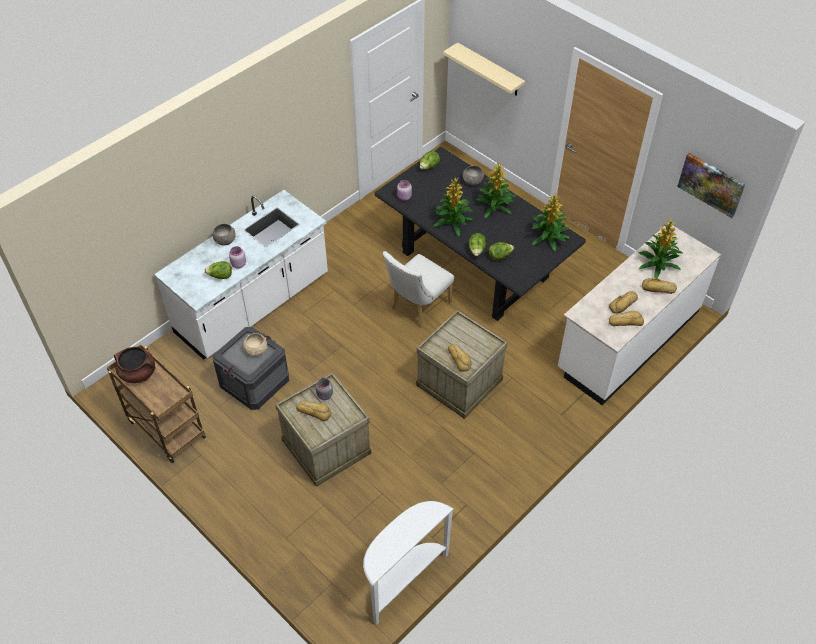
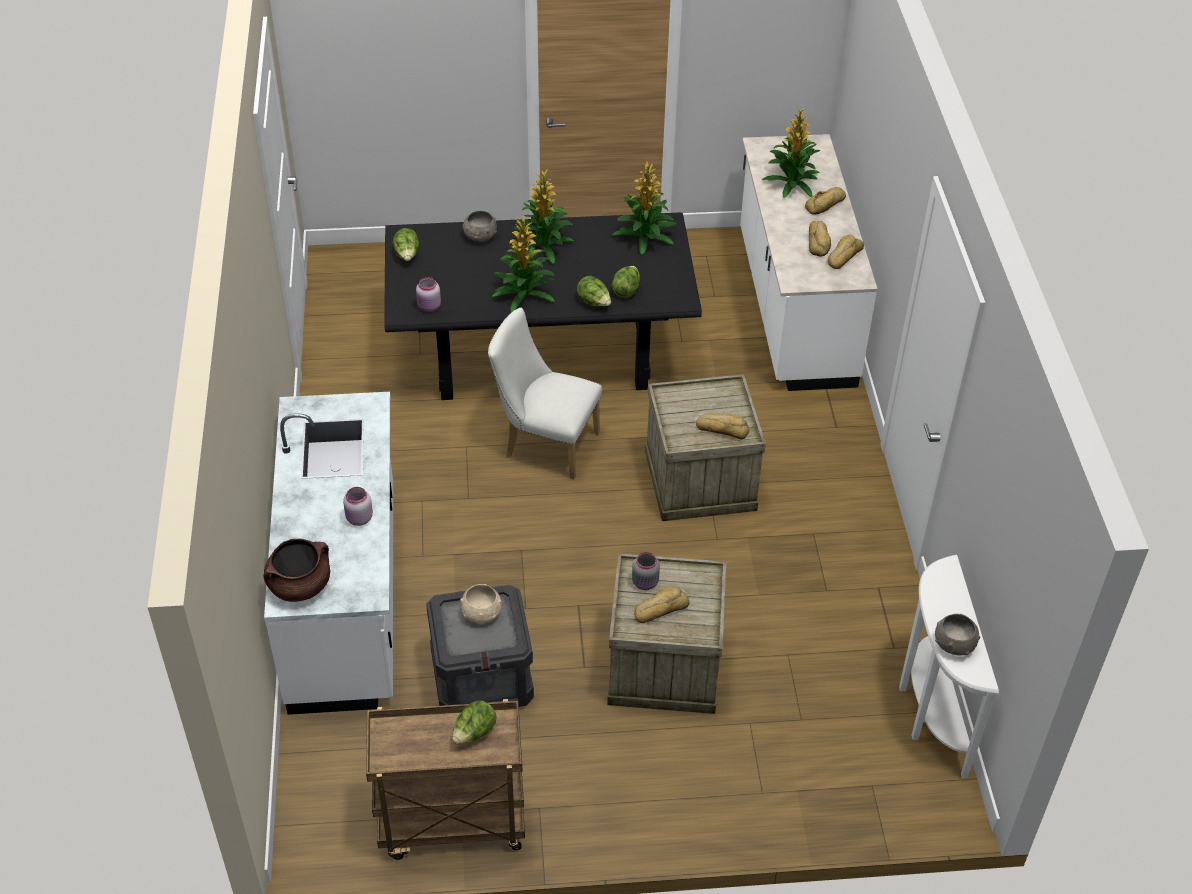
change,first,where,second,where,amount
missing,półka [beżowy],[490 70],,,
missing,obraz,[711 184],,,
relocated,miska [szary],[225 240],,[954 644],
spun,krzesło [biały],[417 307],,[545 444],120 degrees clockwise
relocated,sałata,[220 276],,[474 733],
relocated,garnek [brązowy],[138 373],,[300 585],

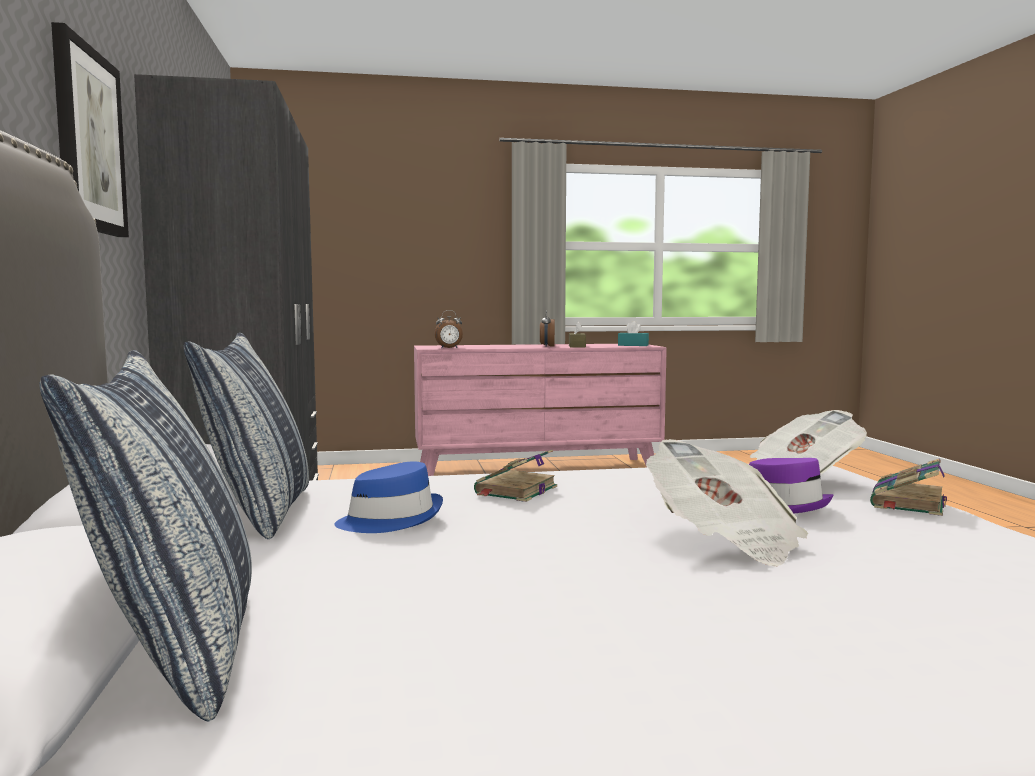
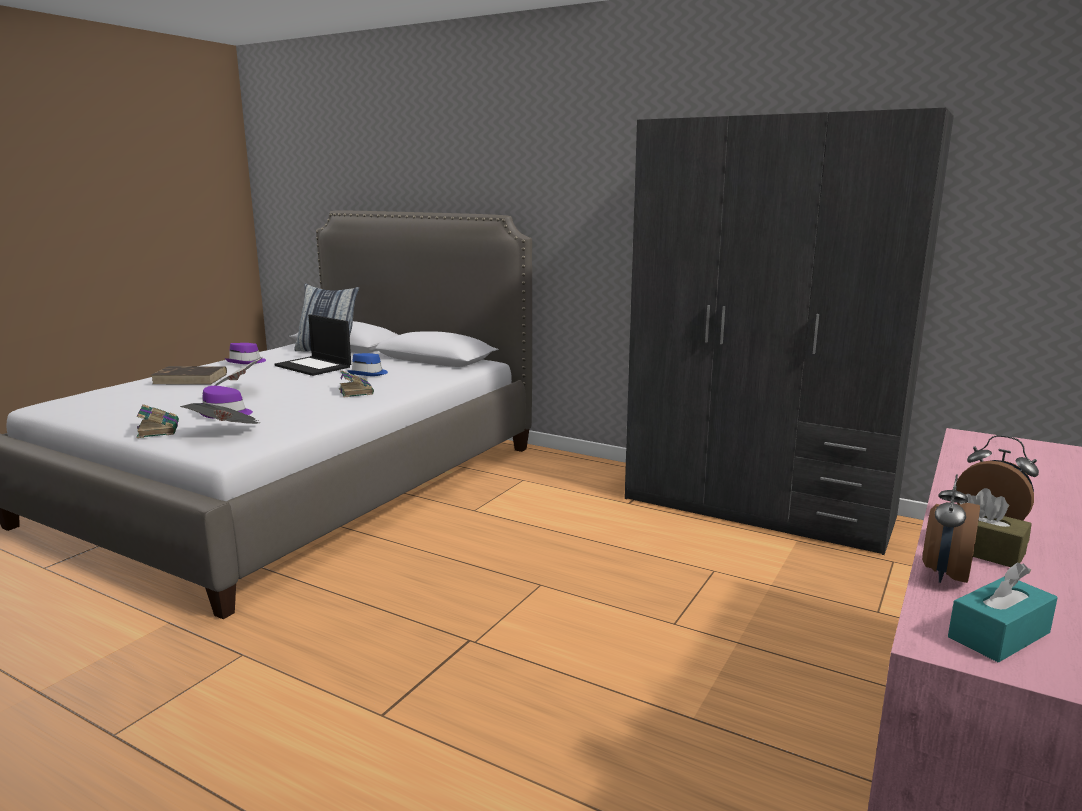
change,first,where,second,where,amount
missing,obraz,[88 141],,,
relocated,budzik,[449 348],,[944 574],
missing,poduszka,[260 513],,,
appeared,,,laptop,[314 366],
appeared,,,kapelusz [fioletowy],[246 362],
appeared,,,książka [brązowy],[191 379],

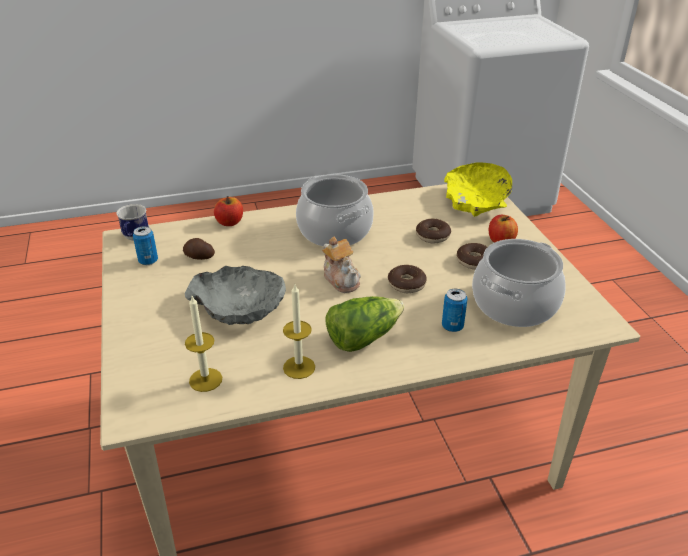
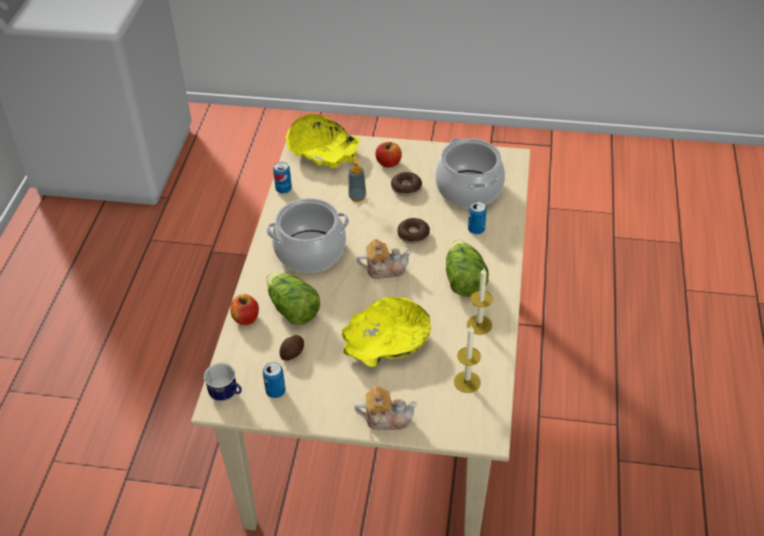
change,first,where,second,where,amount
exchanged,donut,[432 236],dozownik mydła,[357 196],
colour,miska [szary],[239 307],miska [żółty],[386 342],
appeared,,,puszka,[283 189],
appeared,,,sałata,[292 309],
appeared,,,imbryk,[386 418],

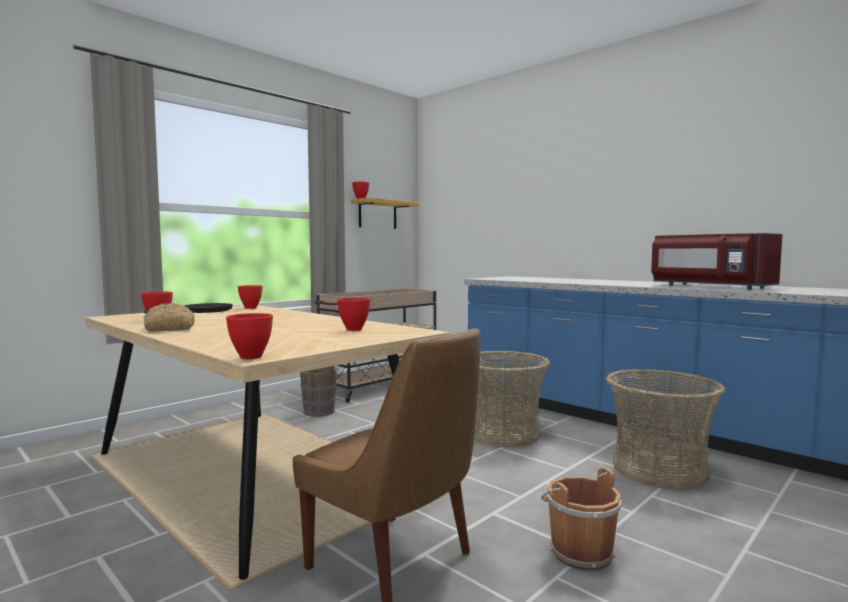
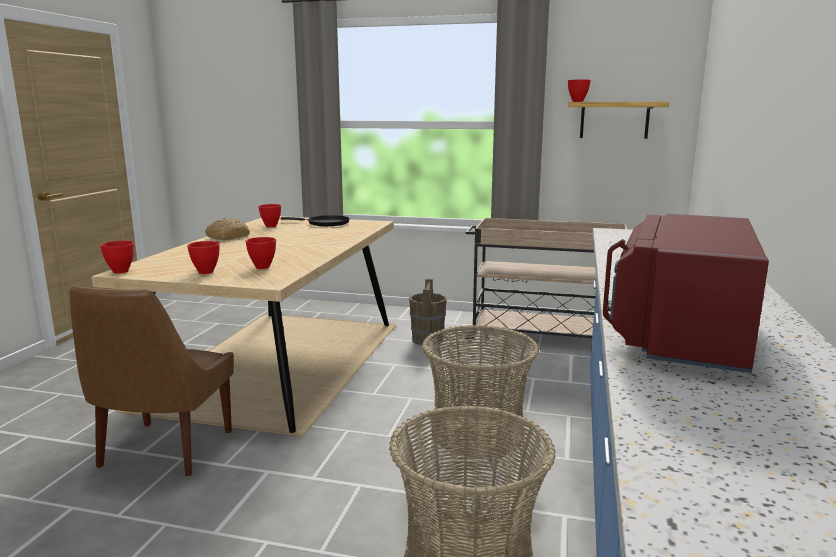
change,first,where,second,where,amount
relocated,miska [czerwony],[250 308],,[205 272],
missing,wiadro [brązowy],[578 552],,,

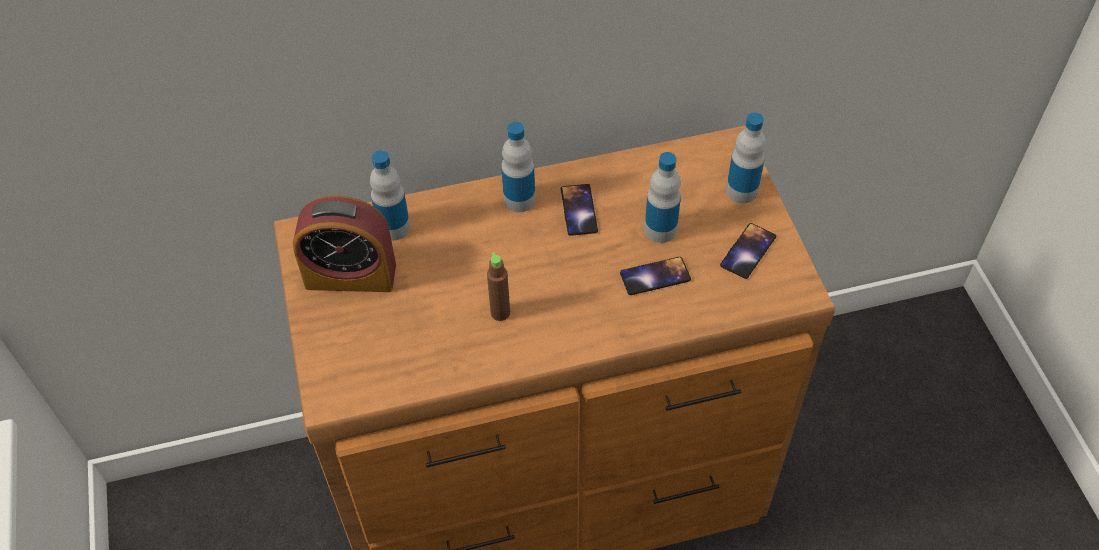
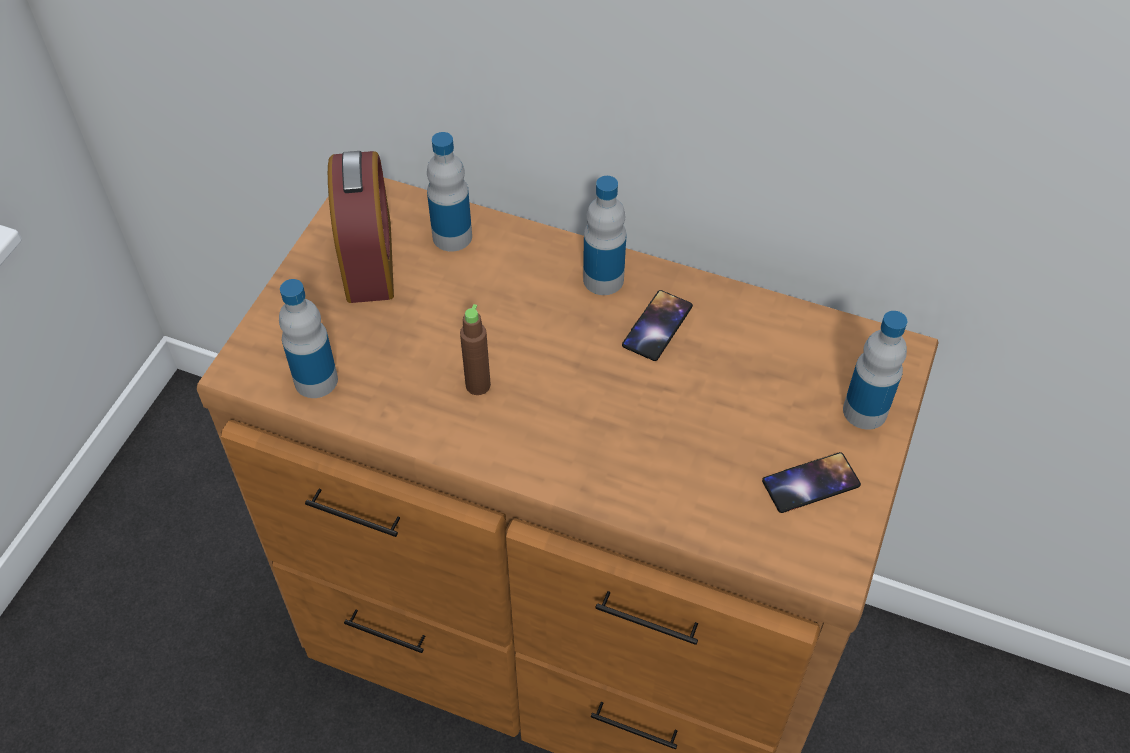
change,first,where,second,where,amount
relocated,butelka,[660 230],,[316 380],
spun,budzik,[350 275],,[369 260],135 degrees counterclockwise
missing,telefon,[655 276],,,

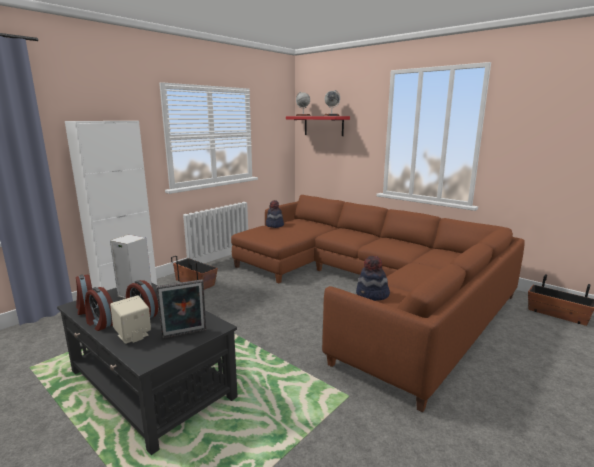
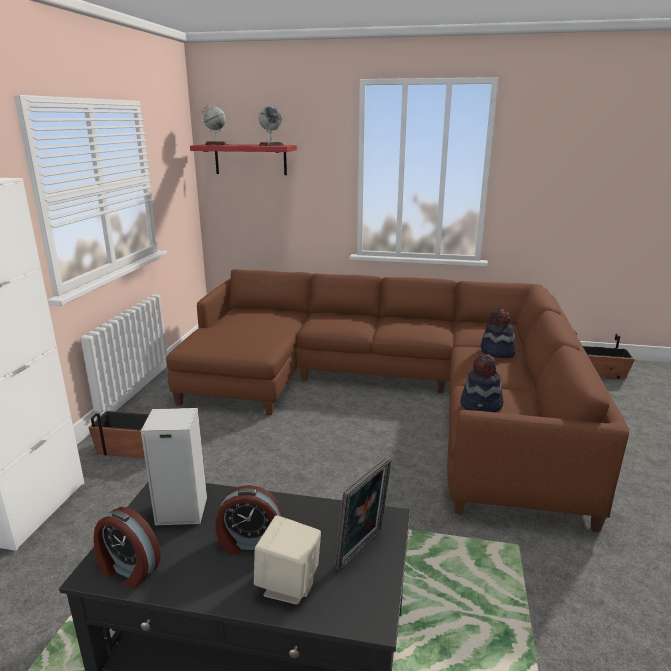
change,first,where,second,where,amount
relocated,kapelusz,[274 225],,[497 352],
missing,budzik,[100 323],,,

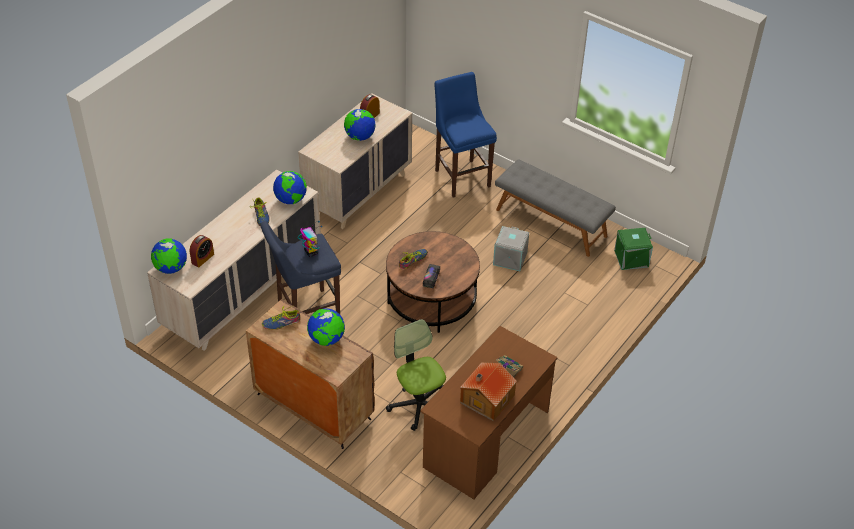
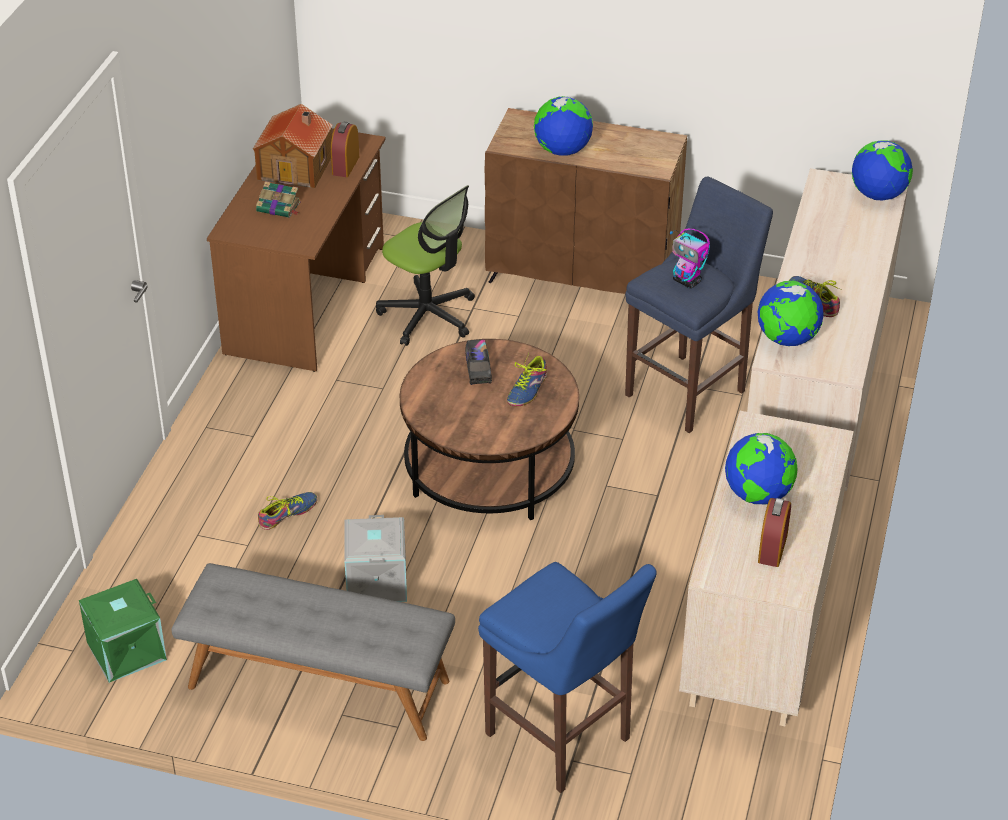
change,first,where,second,where,amount
relocated,budzik,[202 258],,[345 165],
relocated,but,[281 323],,[287 514],

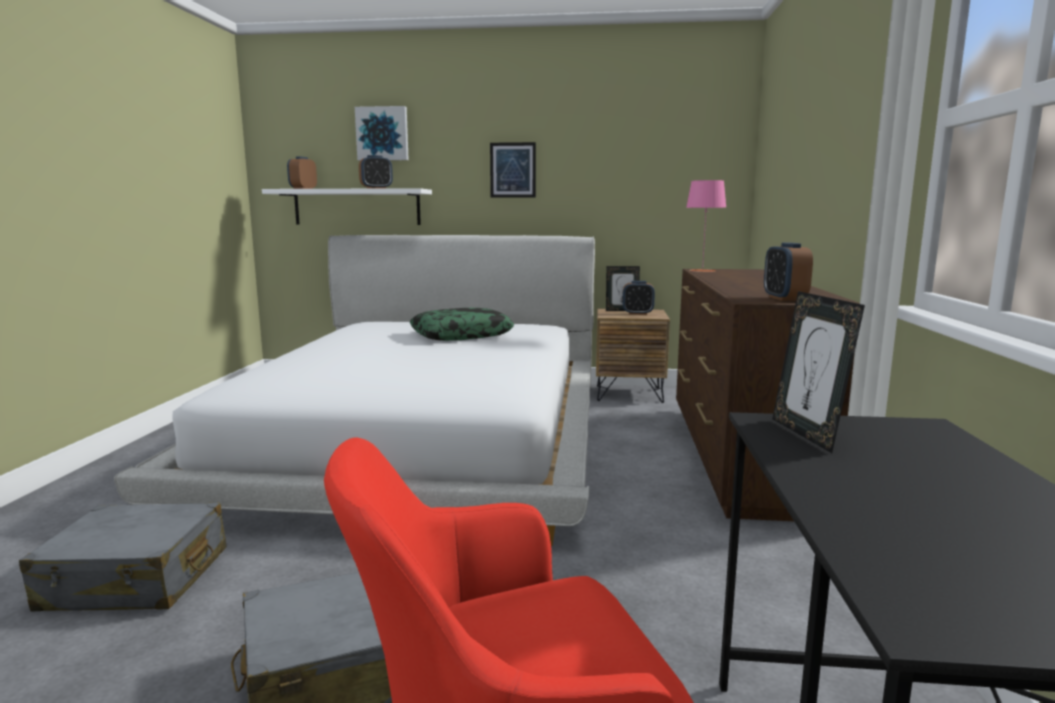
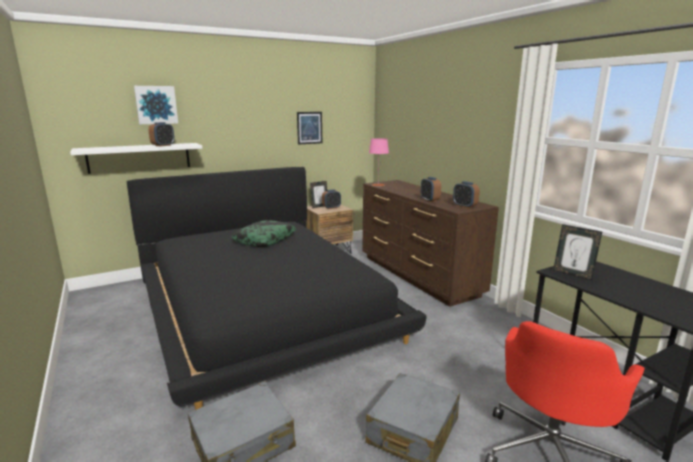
change,first,where,second,where,amount
relocated,obraz,[513 170],,[309 128],
relocated,budzik,[303 189],,[429 200],
colour,łóżko [biały],[424 436],łóżko [czarny],[262 306],

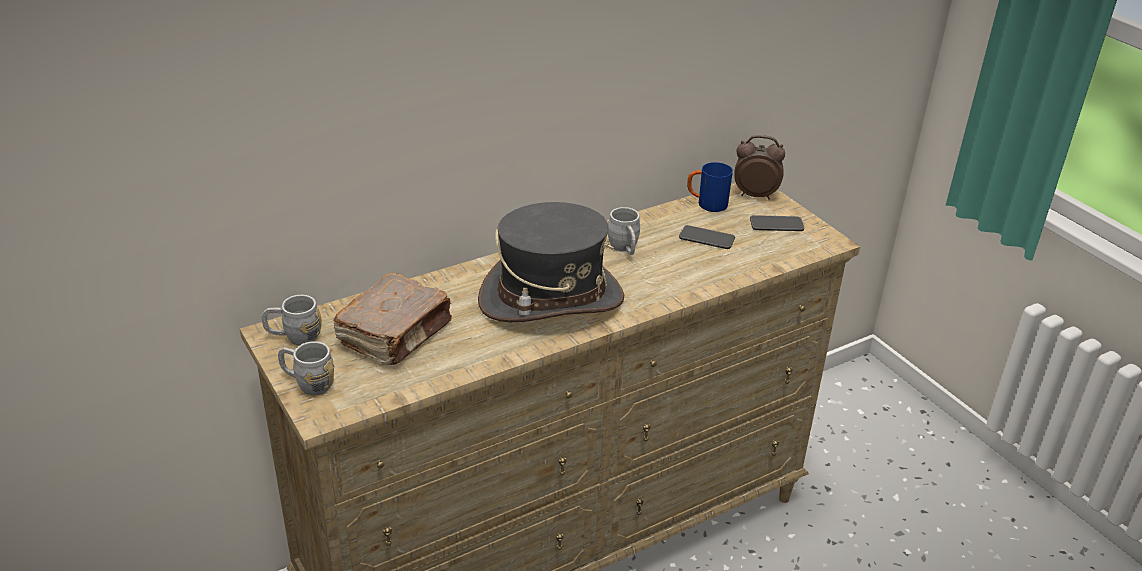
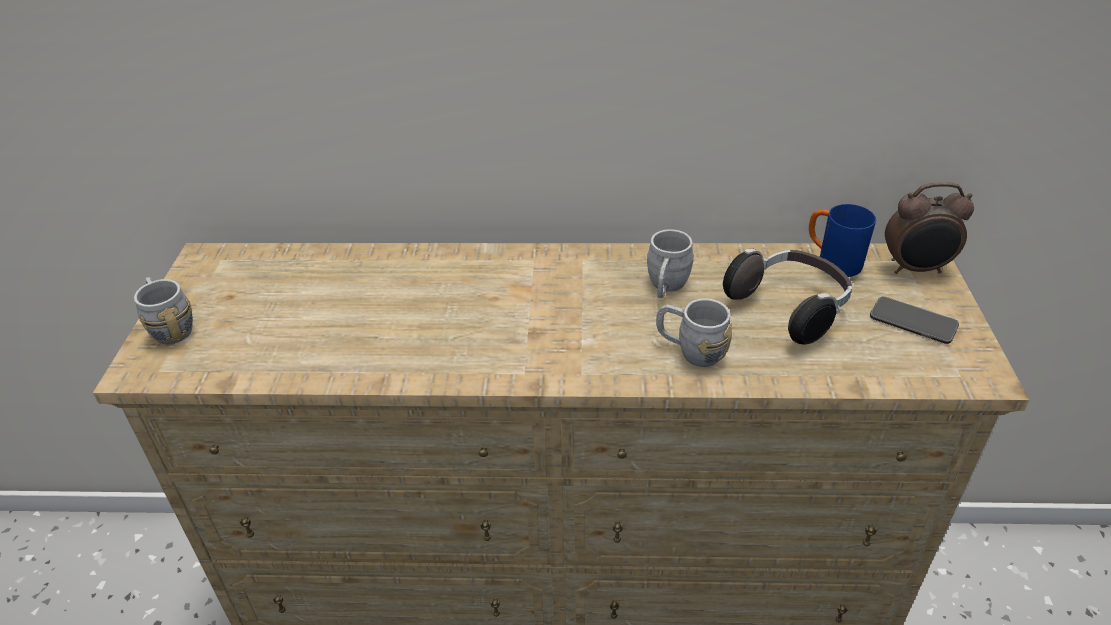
change,first,where,second,where,amount
spun,budzik,[755 195],,[916 269],135 degrees clockwise
missing,kapelusz [szary],[551 299],,,
exchanged,telefon,[706 238],słuchawki,[790 308],
missing,książka [brązowy],[396 334],,,
relocated,kubek [szary],[294 337],,[690 350],

